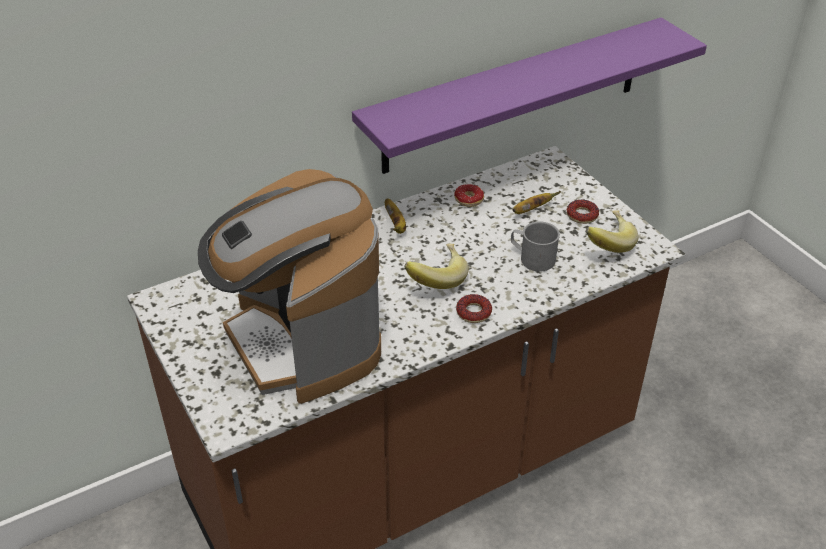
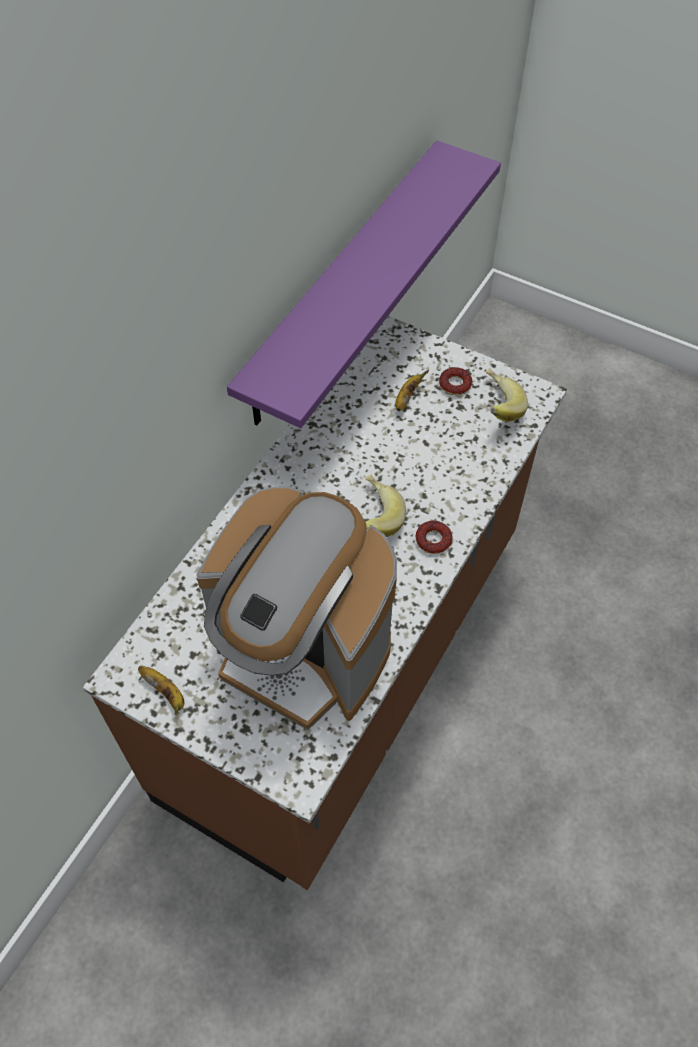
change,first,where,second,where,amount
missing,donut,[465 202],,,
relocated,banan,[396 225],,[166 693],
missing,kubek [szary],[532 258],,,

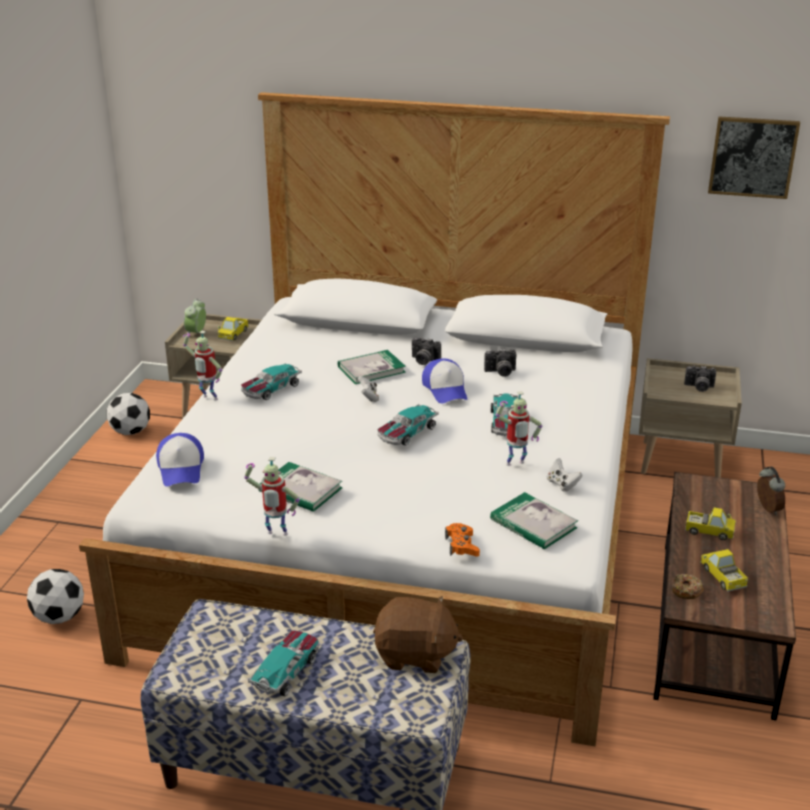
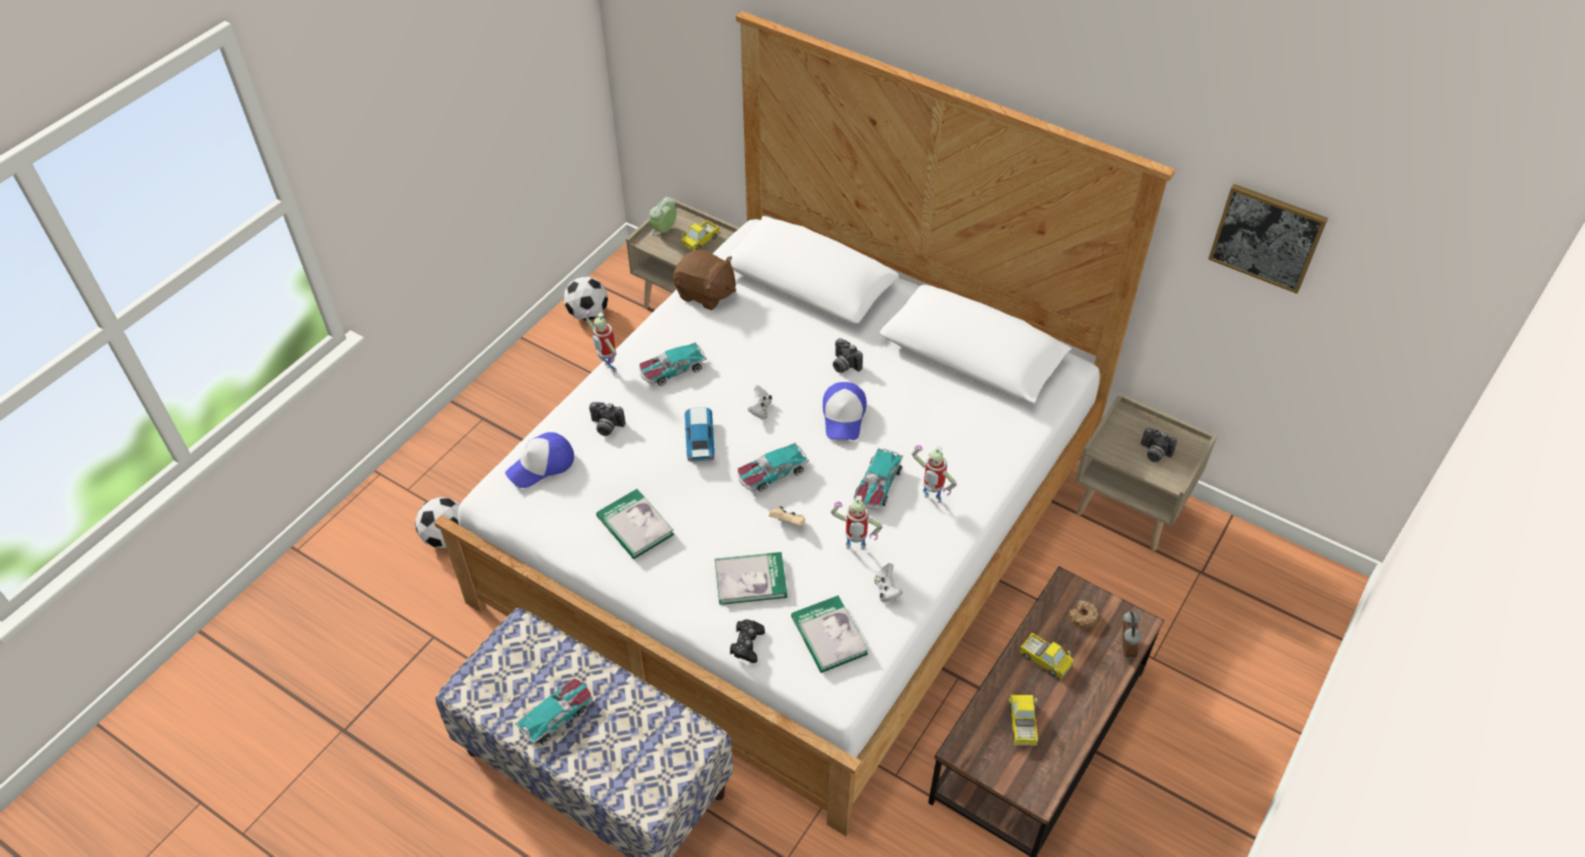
change,first,where,second,where,amount
relocated,aparat fotograficzny,[500 373],,[606 427],
relocated,książka,[371 369],,[750 580],
spun,czapka z daszkiem,[181 468],,[541 465],45 degrees clockwise
relocated,robot zabawkowy,[276 535],,[931 500],
colour,pad do gier [pomarańczowy],[461 545],pad do gier [czarny],[747 644],
relocated,donut,[686 591],,[1083 617],
relocated,pluszak [brązowy],[415 655],,[705 294],
appeared,,,samochodzik,[700 438],
appeared,,,pad do gier [beżowy],[788 523],

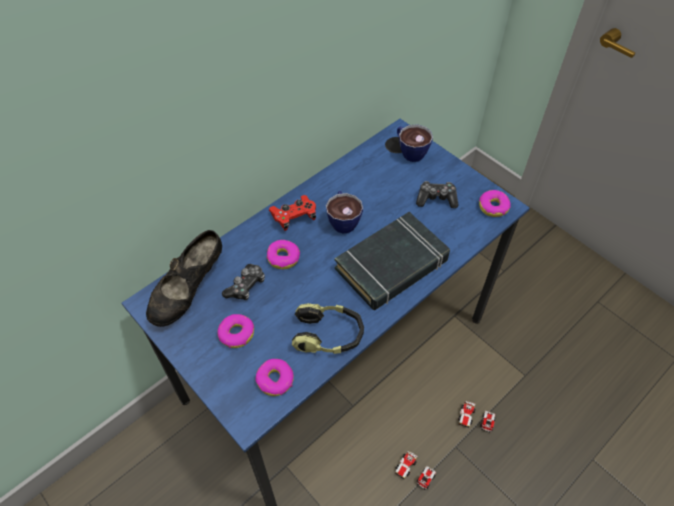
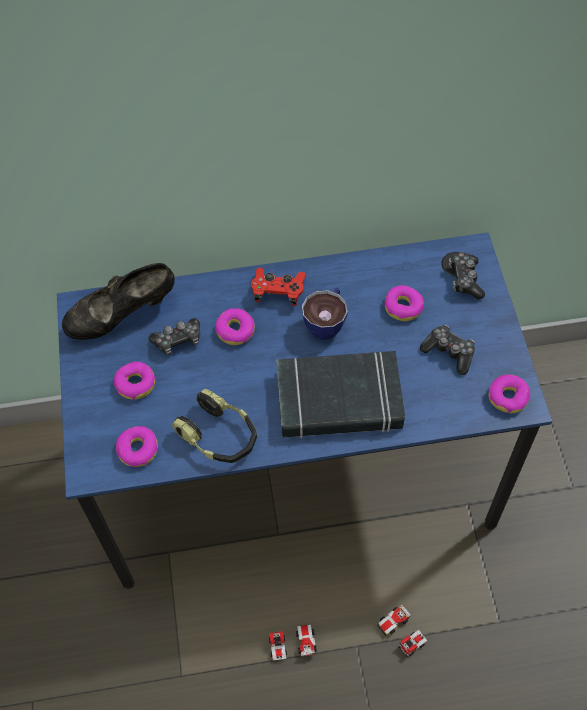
change,first,where,second,where,amount
exchanged,filiżanka,[409 151],pad do gier,[465 279],
spun,samochodzik,[414 473],,[292 644],105 degrees clockwise
appeared,,,donut,[403 307],

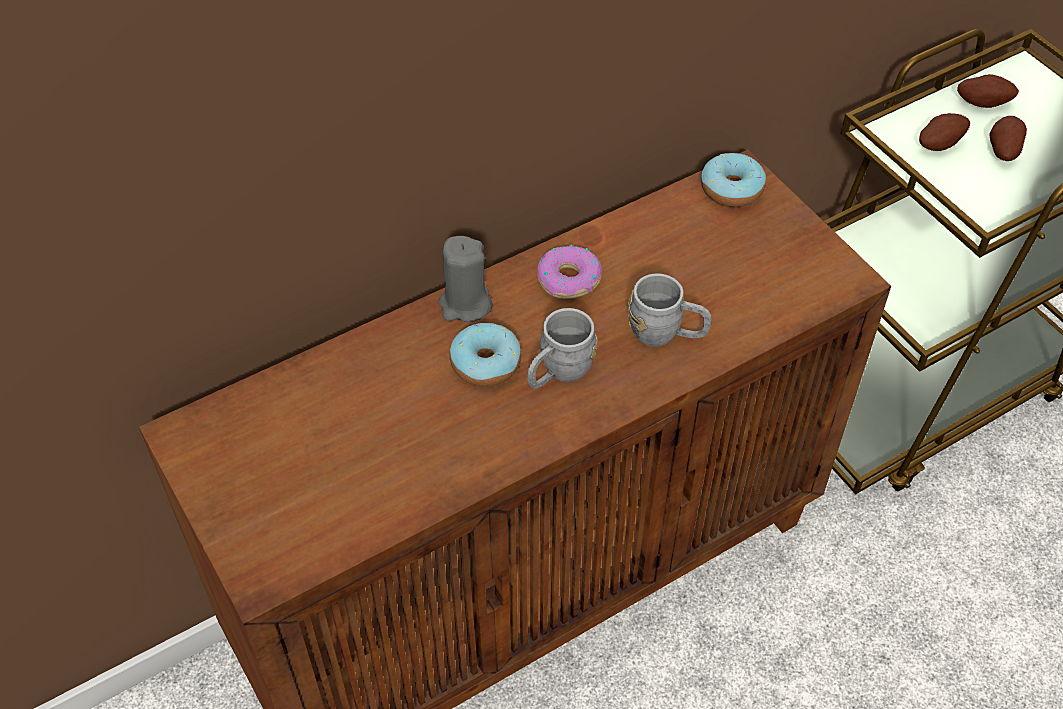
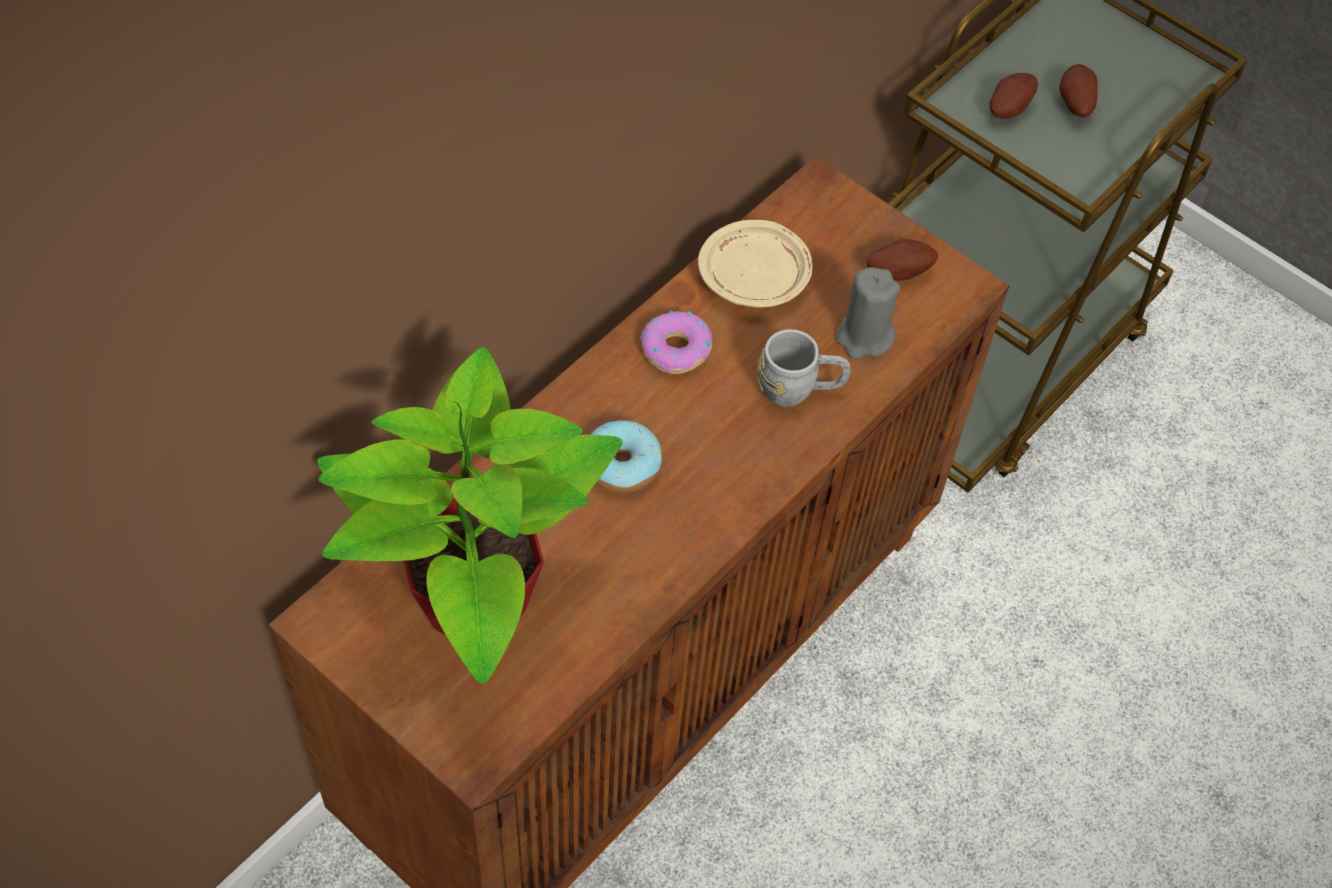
change,first,where,second,where,amount
relocated,ziemniak,[983 102],,[898 271],
missing,donut,[731 189],,,
relocated,świeca [szary],[465 304],,[864 337],
missing,kubek [szary],[558 373],,,
appeared,,,talerz [beżowy],[755 277],
appeared,,,roślina doniczkowa,[473 604],

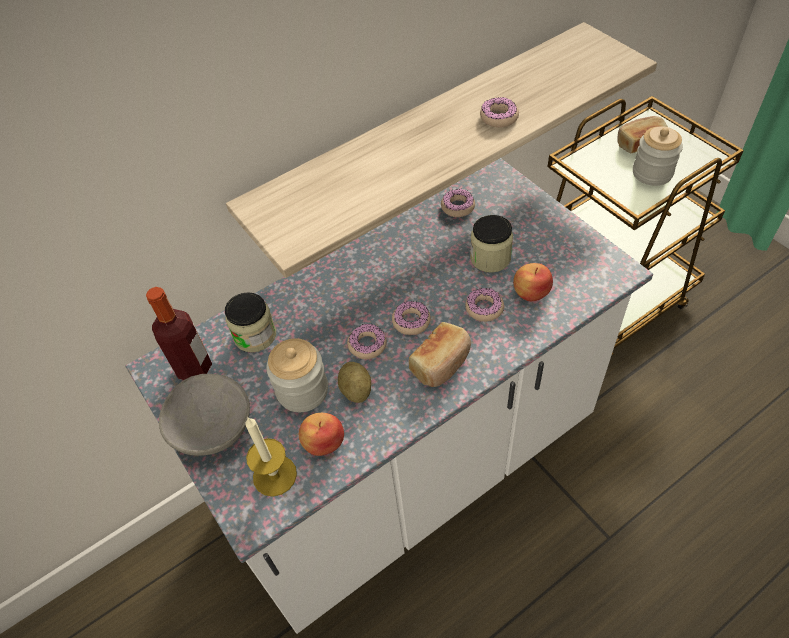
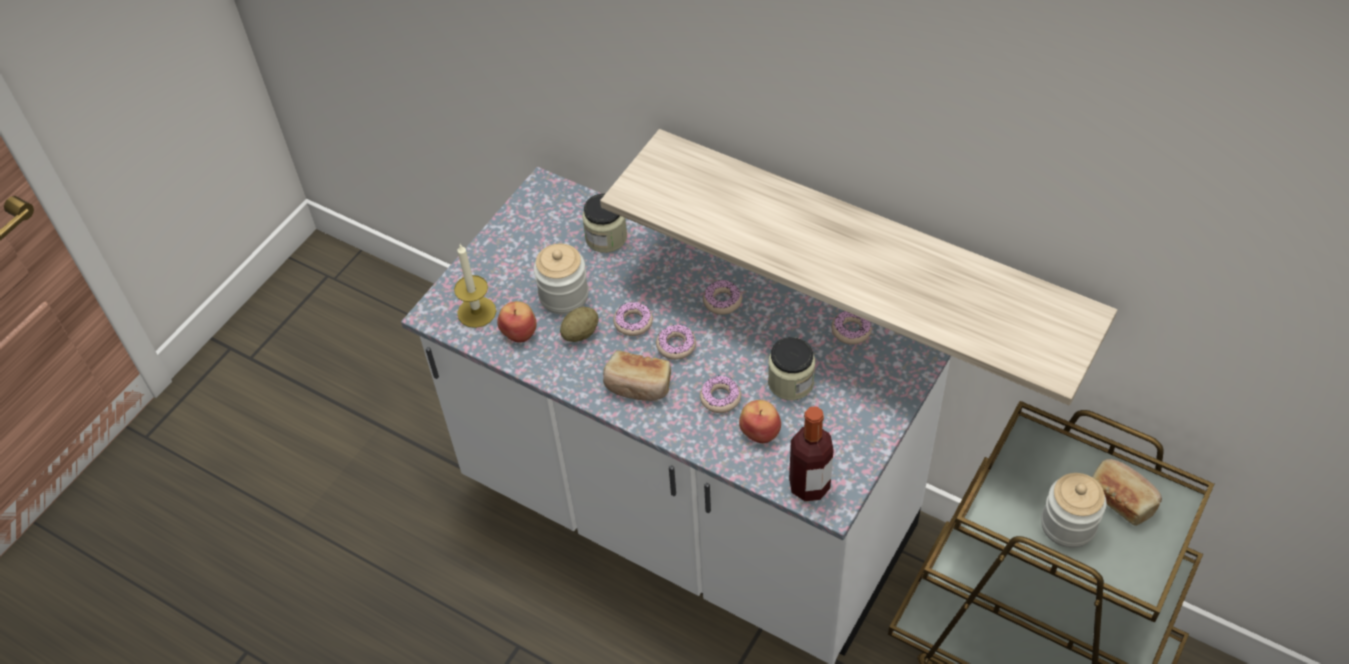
change,first,where,second,where,amount
relocated,donut,[499 117],,[722 301],
relocated,butelka,[194 367],,[809 485],
missing,miska [szary],[211 428],,,

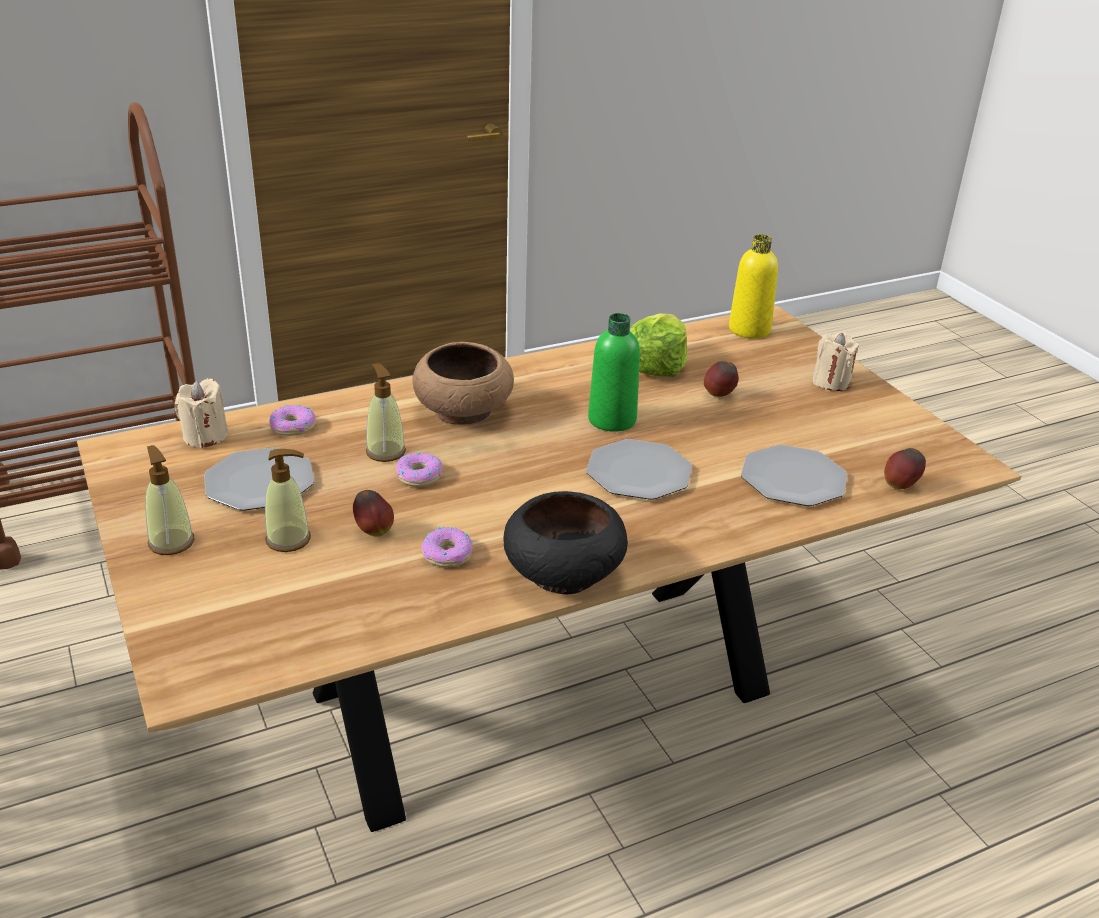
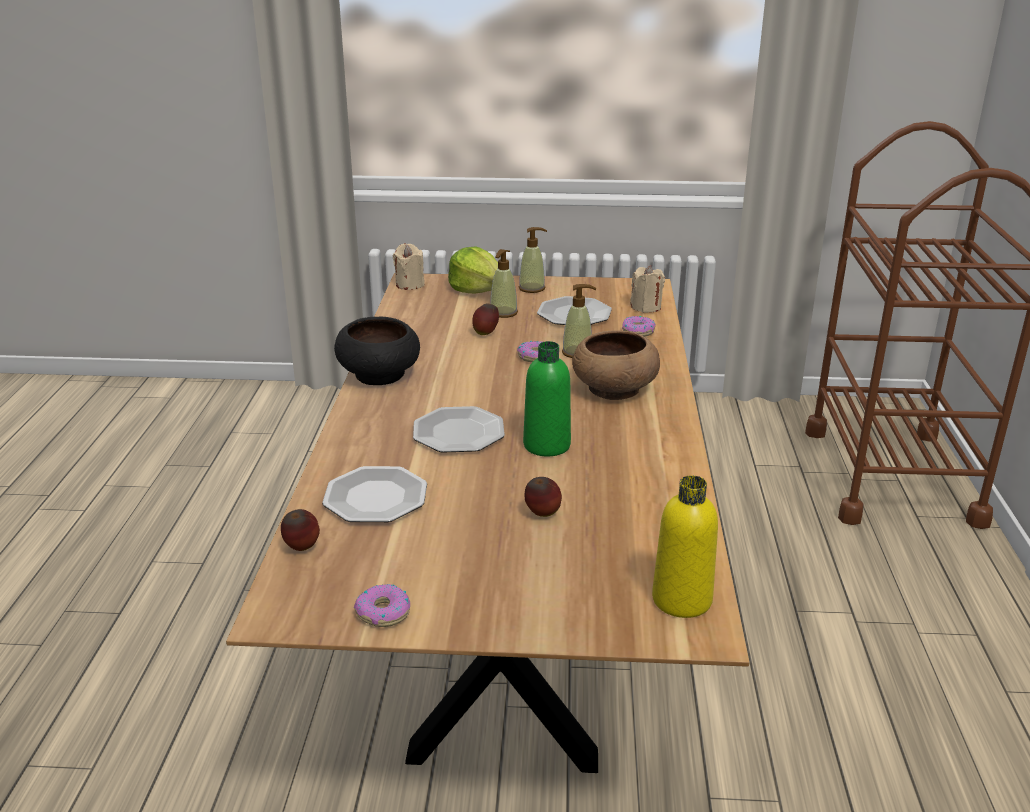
change,first,where,second,where,amount
relocated,sałata,[655 365],,[477 290],
relocated,świeca [beżowy],[831 382],,[410 284],
relocated,donut,[448 554],,[383 612],

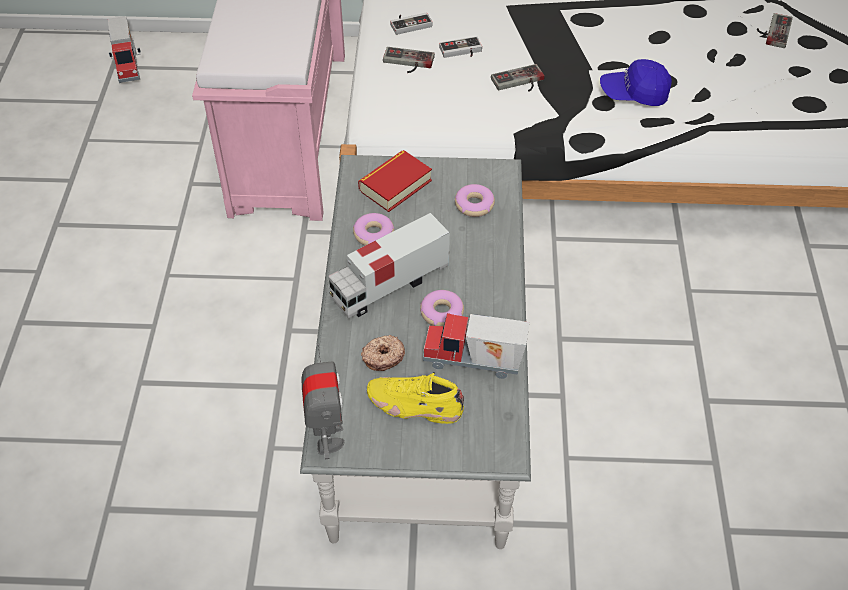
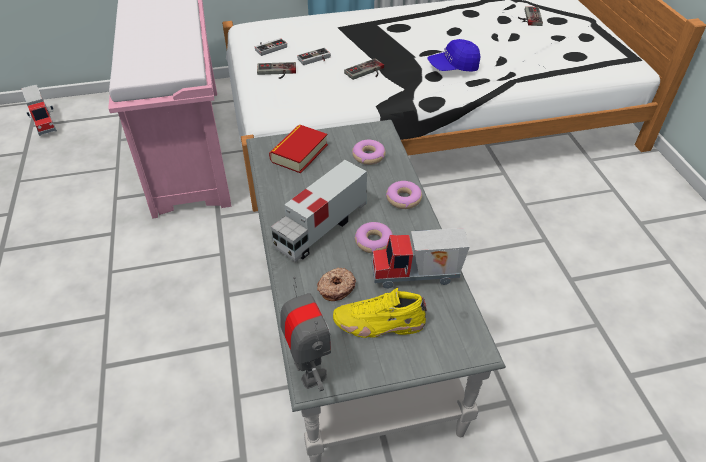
change,first,where,second,where,amount
relocated,donut,[374 234],,[403 199],

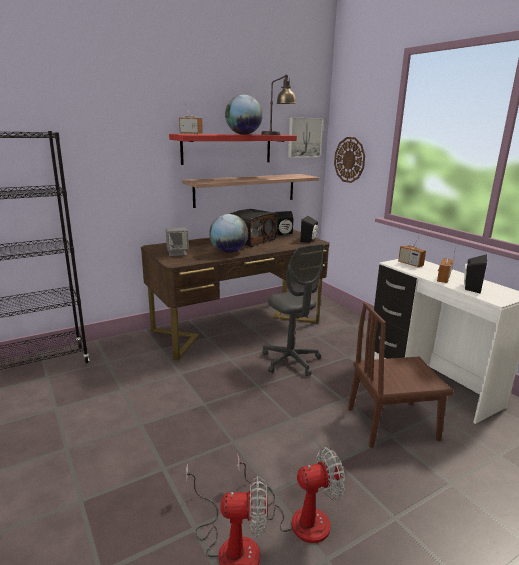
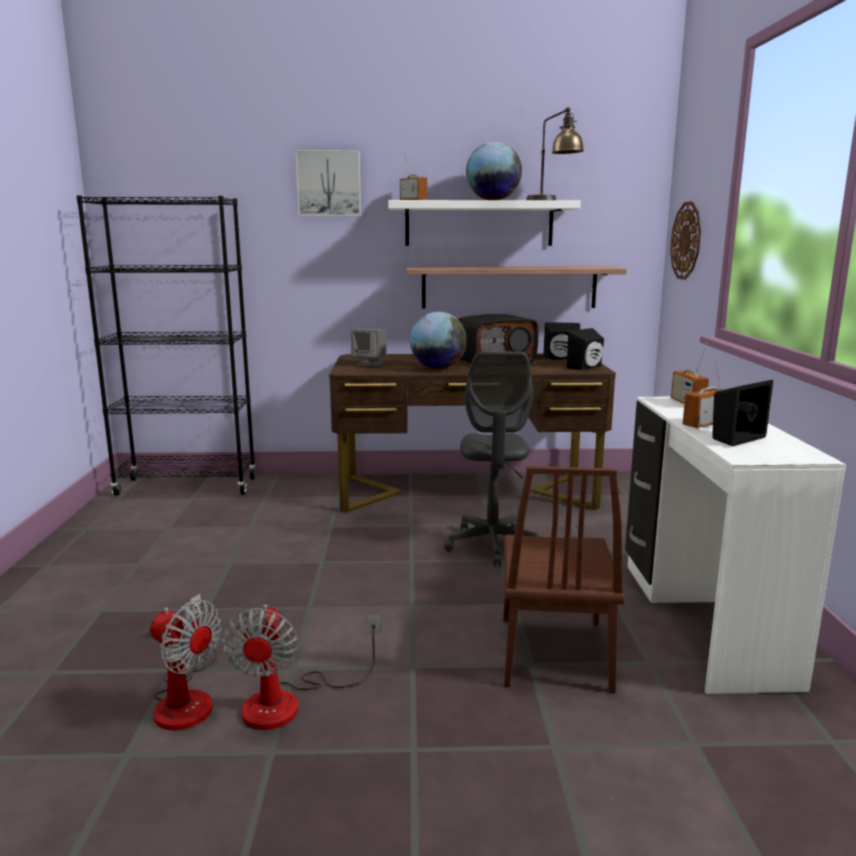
change,first,where,second,where,amount
relocated,obraz,[304 137],,[329 184],
colour,półka [czerwony],[227 148],półka [biały],[479 224],
spun,krzesło [brązowy],[392 424],,[554 652],105 degrees counterclockwise
spun,wentylator,[297 517],,[290 702],75 degrees clockwise

